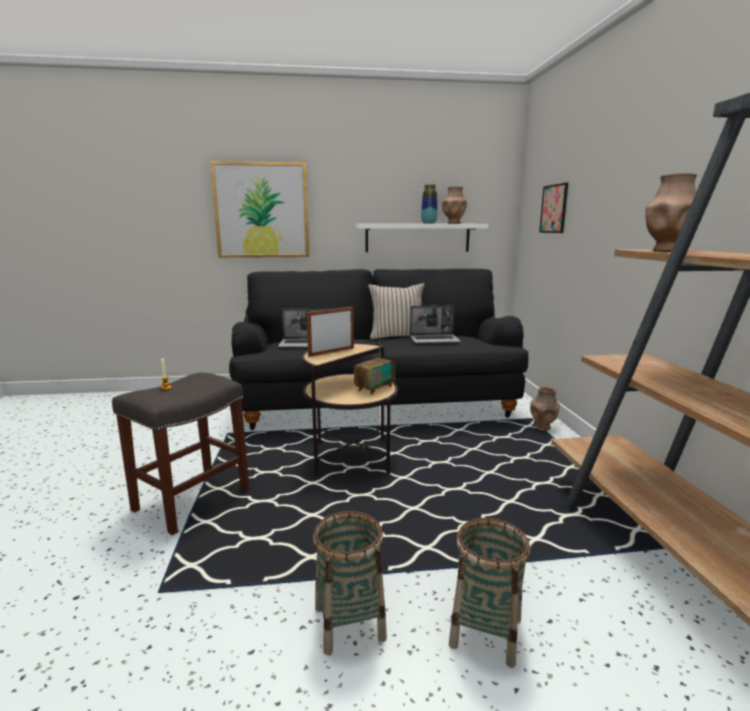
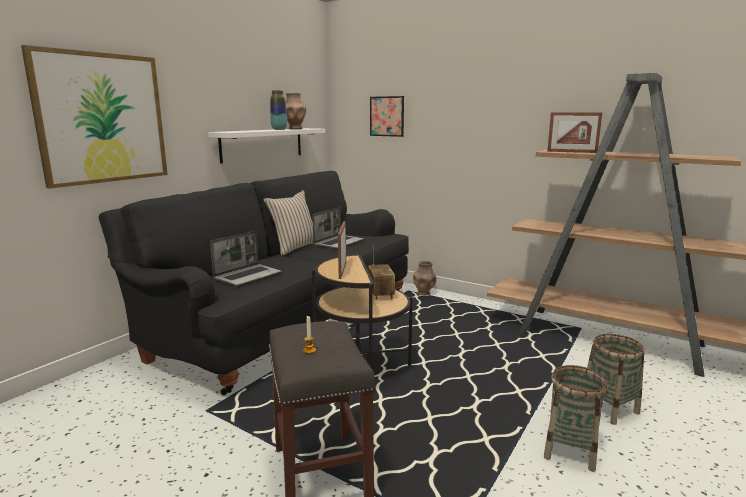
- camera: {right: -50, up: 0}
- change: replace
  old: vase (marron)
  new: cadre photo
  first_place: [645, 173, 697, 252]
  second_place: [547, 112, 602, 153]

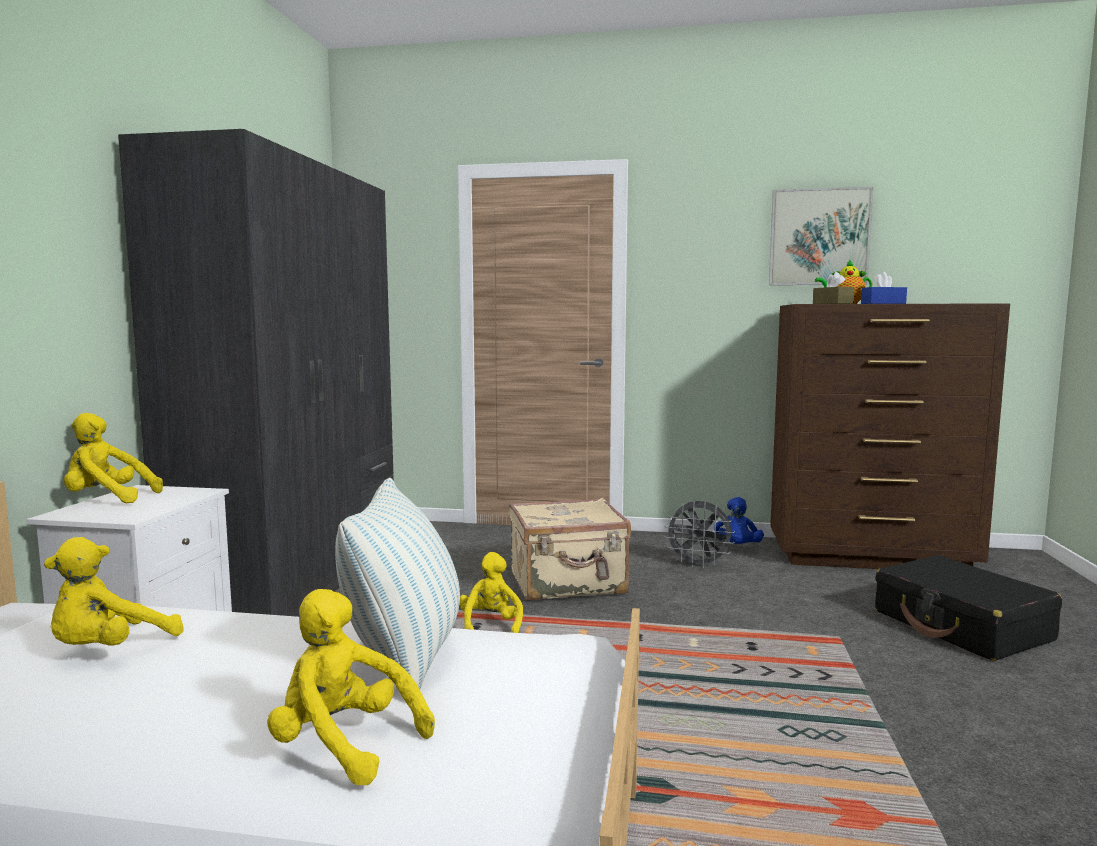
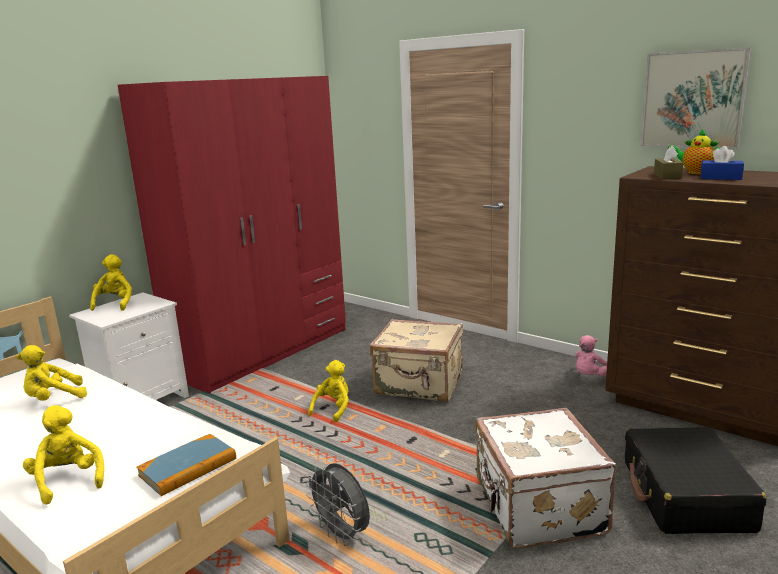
- camera: {right: 30, up: 10}
- change: recolor
  old: armoire (gris)
  new: armoire (rouge)
  first_place: [118, 129, 394, 617]
  second_place: [118, 76, 346, 394]
- change: rotate
  old: peluche (jaune)
  first_place: [64, 413, 163, 503]
  second_place: [90, 254, 132, 311]
  degrees: 60
- change: delete
  old: coussin
  first_place: [335, 478, 460, 689]
- change: recolor
  old: peluche (bleu)
  new: peluche (rose)
  first_place: [714, 497, 764, 544]
  second_place: [575, 335, 607, 376]
- change: move
  old: ventilateur (gris)
  first_place: [664, 500, 735, 568]
  second_place: [305, 463, 370, 546]
- change: insert
  new: valise (blanc)
  second_place: [475, 408, 616, 548]
- change: insert
  new: livre
  second_place: [137, 434, 236, 496]

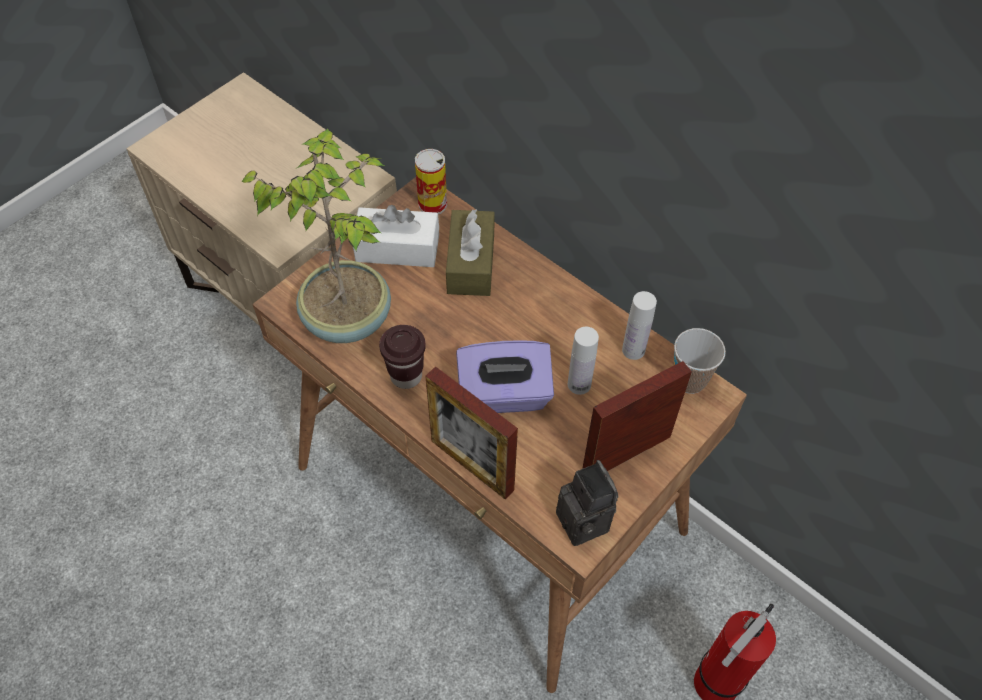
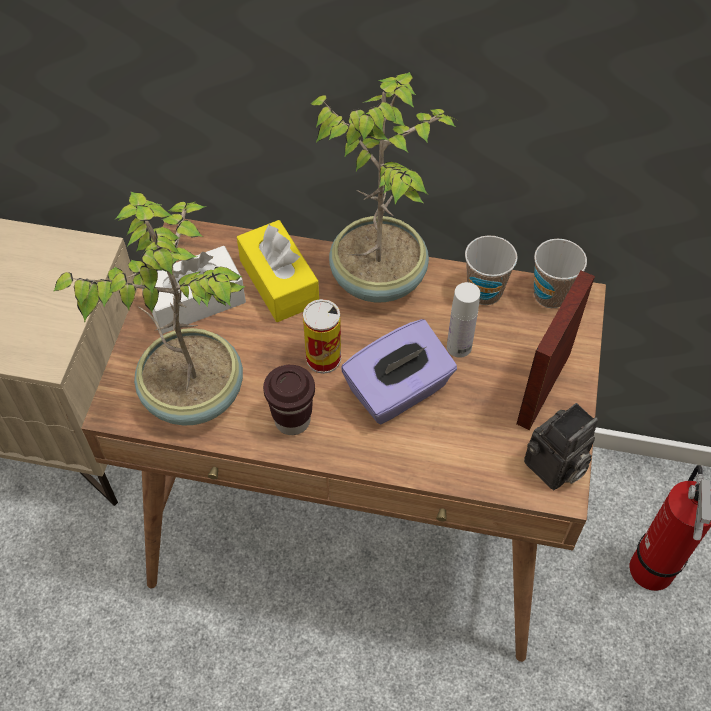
- camera: {right: -30, up: 0}
- change: move
  old: boîte métallique
  first_place: [415, 149, 447, 214]
  second_place: [303, 299, 341, 374]
- change: recolor
  old: boîte à mouchoirs (marron)
  new: boîte à mouchoirs (jaune)
  first_place: [446, 209, 495, 296]
  second_place: [237, 220, 319, 322]
- change: replace
  old: bouteille (blanc)
  new: tasse
  first_place: [622, 291, 657, 360]
  second_place: [465, 235, 517, 305]
- change: delete
  old: cadre photo
  first_place: [425, 366, 518, 500]
- change: rotate
  old: appareil photo
  first_place: [556, 460, 618, 546]
  second_place: [524, 403, 598, 490]
  degrees: 105
- change: insert
  new: plante en pot
  second_place: [311, 72, 456, 303]

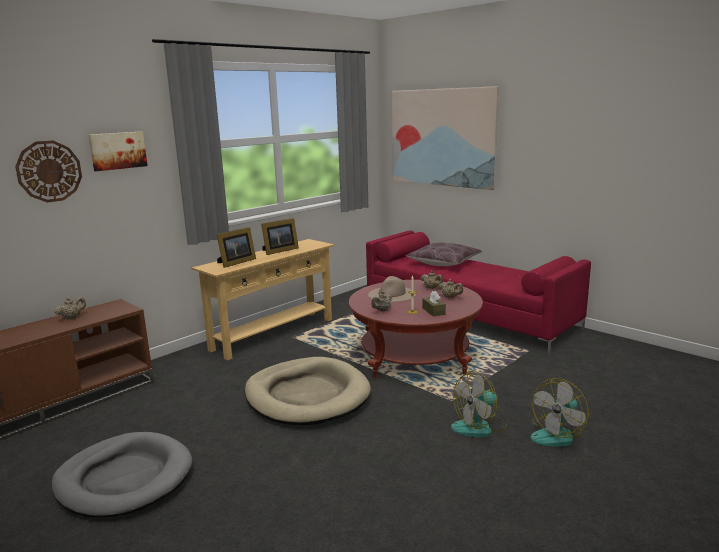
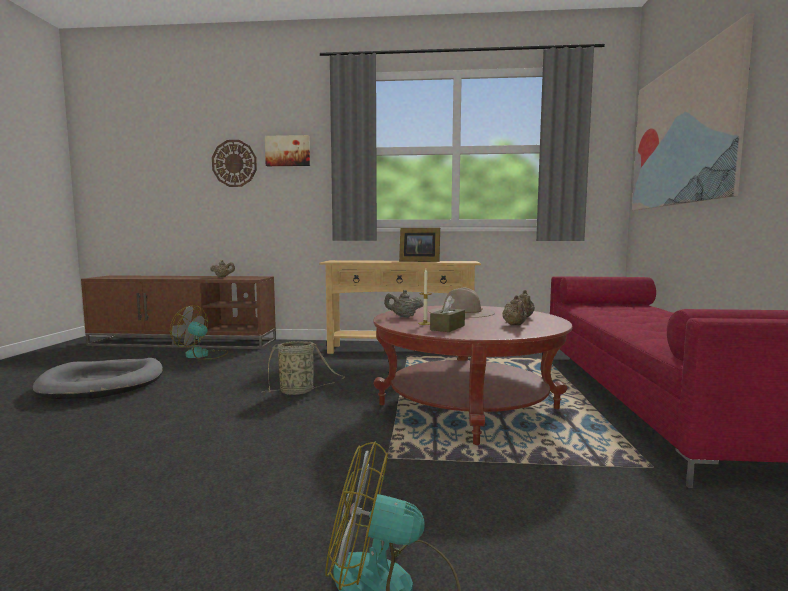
- camera: {right: 50, up: -10}
- change: delete
  old: cadre photo
  first_place: [217, 227, 256, 268]
- change: delete
  old: coussin (marron)
  first_place: [405, 243, 482, 266]
- change: replace
  old: panier pour chien (beige)
  new: panier
  first_place: [245, 357, 371, 425]
  second_place: [262, 341, 345, 395]
- change: move
  old: ventilateur
  first_place: [451, 371, 507, 438]
  second_place: [170, 305, 228, 360]

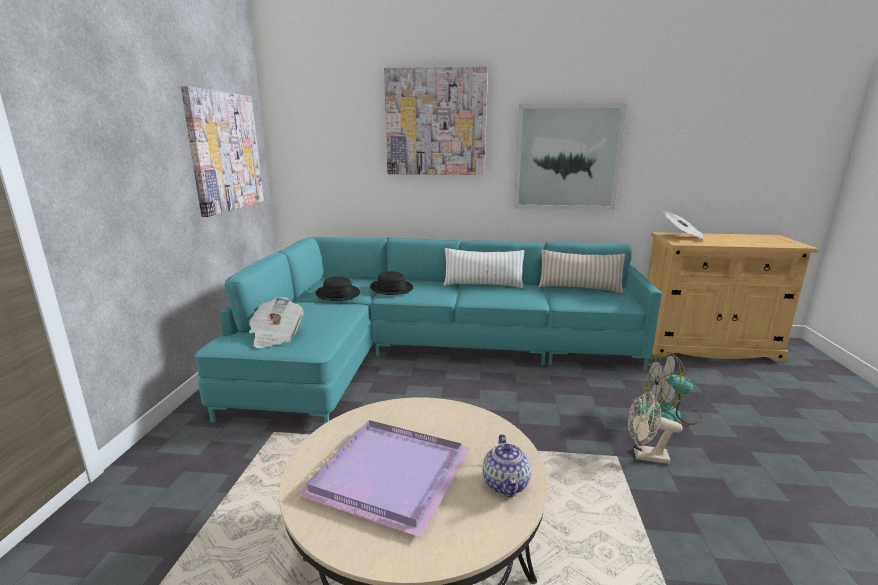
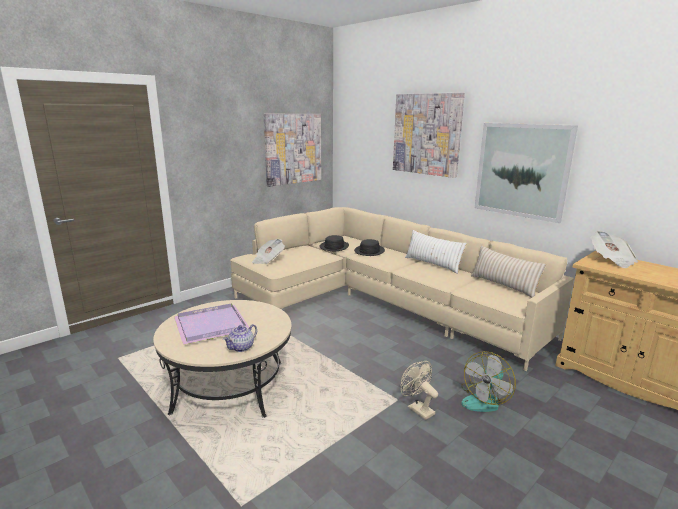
- camera: {right: 40, up: 0}
- change: recolor
  old: canapé (turquoise)
  new: canapé (beige)
  first_place: [195, 237, 662, 423]
  second_place: [230, 207, 574, 371]
- change: rotate
  old: ventilateur
  first_place: [636, 352, 703, 425]
  second_place: [461, 351, 516, 412]
  degrees: -90

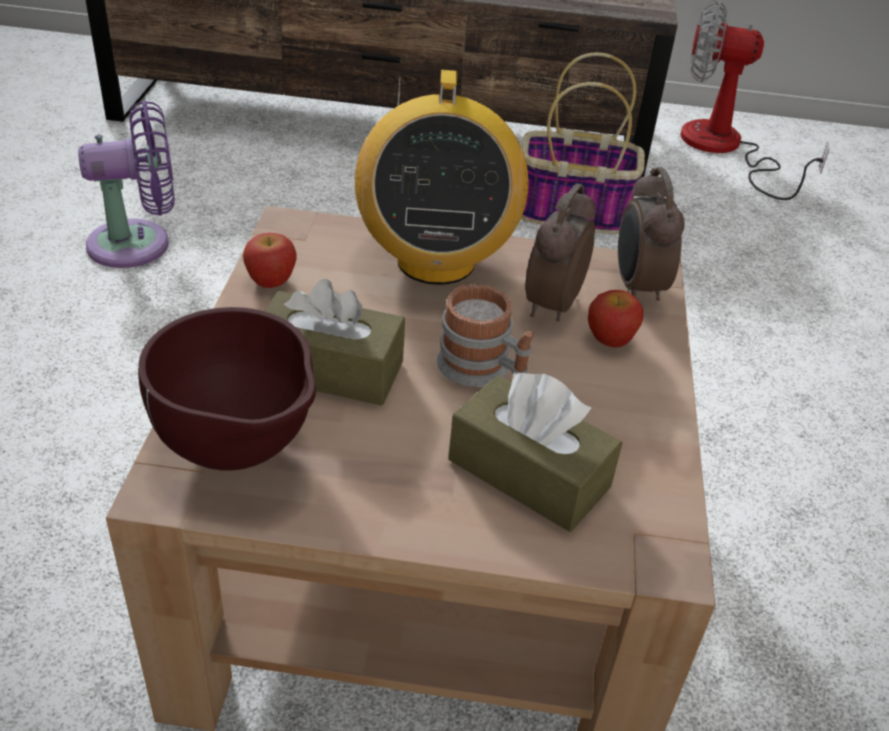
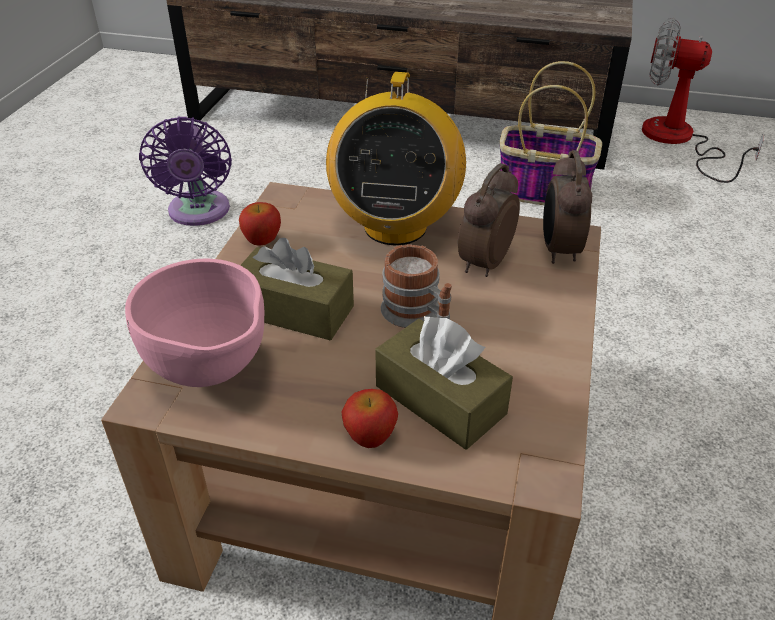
- camera: {right: 10, up: 0}
- change: rotate
  old: ventilateur (violet)
  first_place: [78, 100, 175, 268]
  second_place: [139, 116, 232, 226]
  degrees: 90
- change: move
  old: pomme
  first_place: [588, 290, 643, 348]
  second_place: [341, 389, 398, 448]
- change: recolor
  old: bol (marron)
  new: bol (rose)
  first_place: [138, 307, 316, 471]
  second_place: [125, 258, 264, 387]

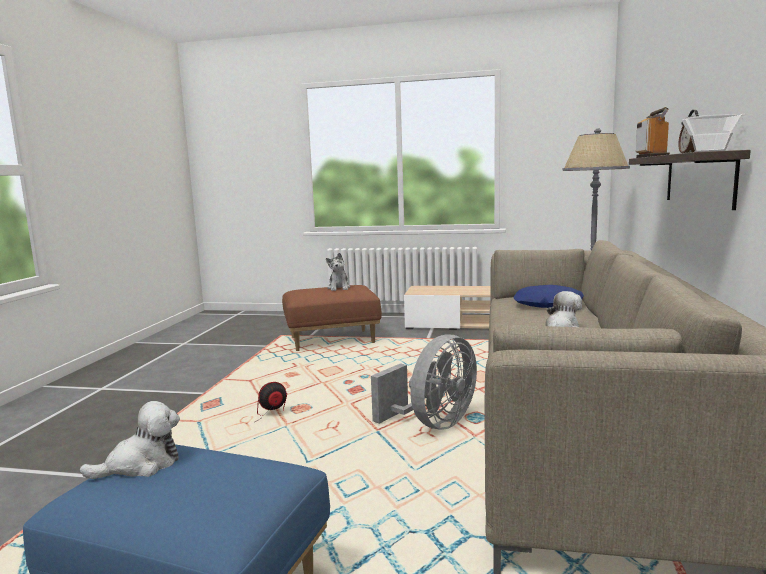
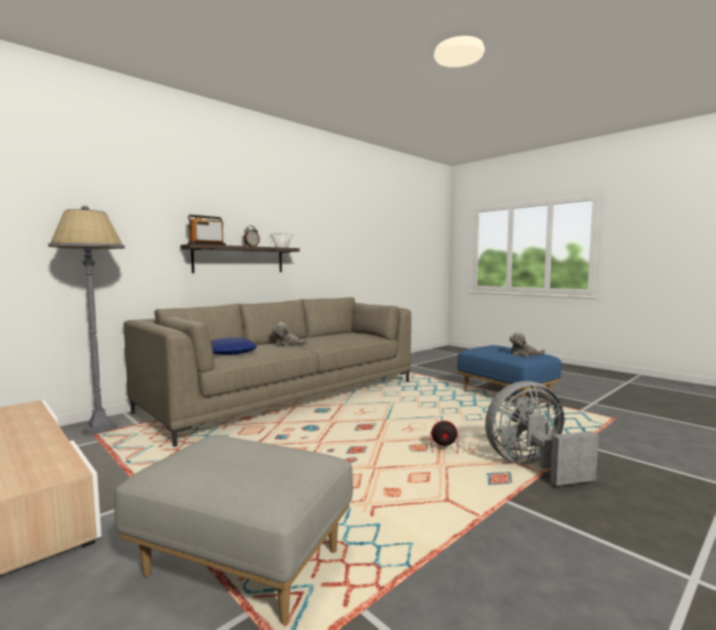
- camera: {right: -145, up: -5}
- change: delete
  old: peluche
  first_place: [326, 253, 350, 291]
- change: recolor
  old: pouf (marron)
  new: pouf (gris)
  first_place: [282, 285, 382, 351]
  second_place: [114, 436, 353, 624]
- change: move
  old: ventilateur (gris)
  first_place: [371, 334, 477, 430]
  second_place: [485, 381, 599, 486]

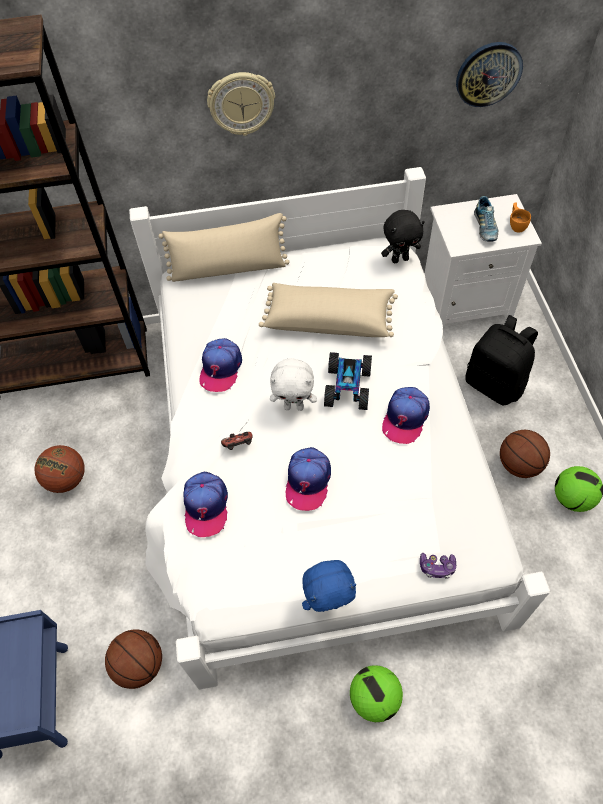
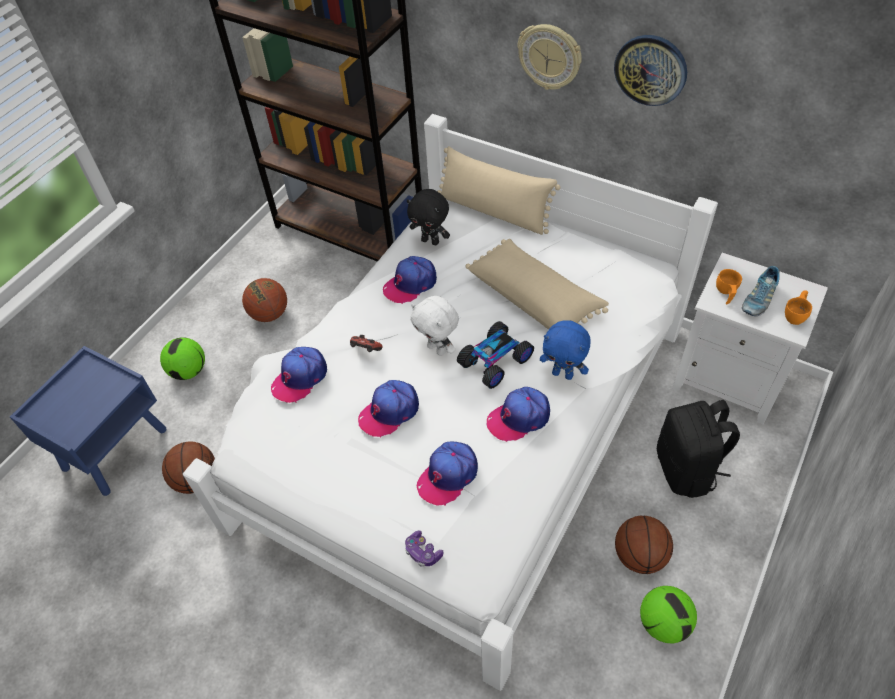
- camera: {right: 40, up: -5}
- change: move
  old: horloge murale
  first_place: [456, 42, 523, 107]
  second_place: [614, 35, 687, 106]
- change: move
  old: peluche (noir)
  first_place: [381, 210, 425, 263]
  second_place: [407, 189, 450, 245]
- change: move
  old: peluche (bleu)
  first_place: [302, 560, 356, 612]
  second_place: [540, 320, 591, 380]
- change: move
  old: ballon de foot
  first_place: [350, 665, 403, 722]
  second_place: [160, 338, 205, 380]
- change: insert
  new: tasse (orange)
  second_place: [716, 269, 742, 304]
- change: insert
  new: casquette
  second_place: [417, 442, 478, 506]

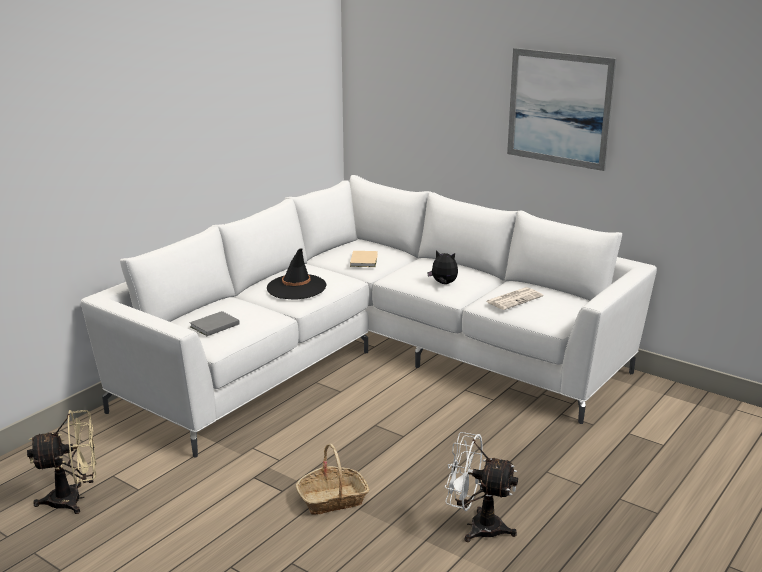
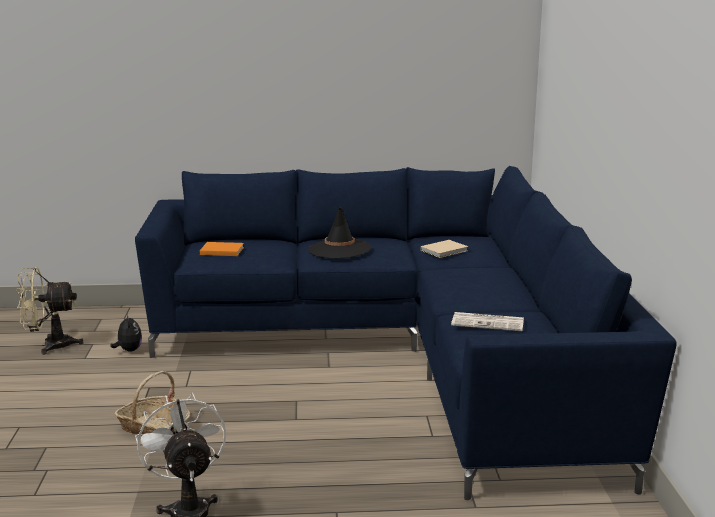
- camera: {right: 50, up: -5}
- change: delete
  old: tableau
  first_place: [507, 48, 617, 171]
- change: recolor
  old: canapé (blanc)
  new: canapé (bleu)
  first_place: [81, 175, 657, 457]
  second_place: [135, 166, 677, 500]
- change: move
  old: peluche
  first_place: [427, 250, 458, 284]
  second_place: [110, 314, 142, 352]
- change: recolor
  old: livre (gris)
  new: livre (orange)
  first_place: [190, 311, 240, 336]
  second_place: [200, 242, 244, 256]
- change: rotate
  old: ventilateur (beige)
  first_place: [27, 410, 96, 514]
  second_place: [16, 267, 84, 355]
  degrees: 135

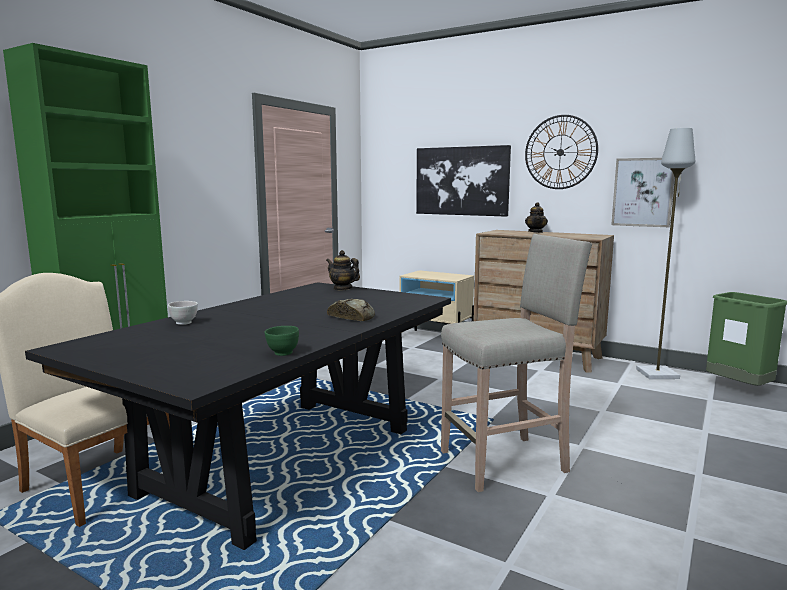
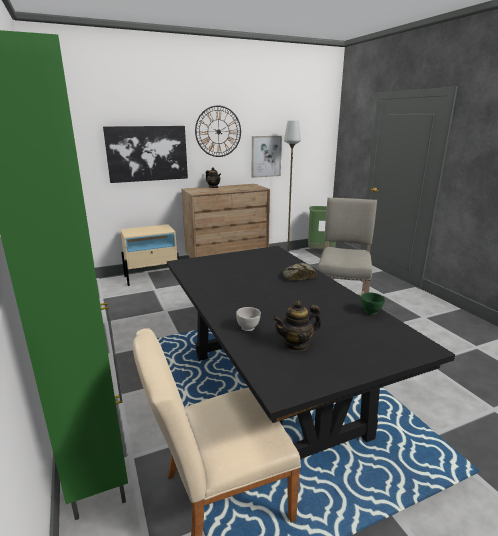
- camera: {right: -55, up: 10}
- change: move
  old: théière
  first_place: [326, 250, 360, 290]
  second_place: [273, 300, 321, 351]

